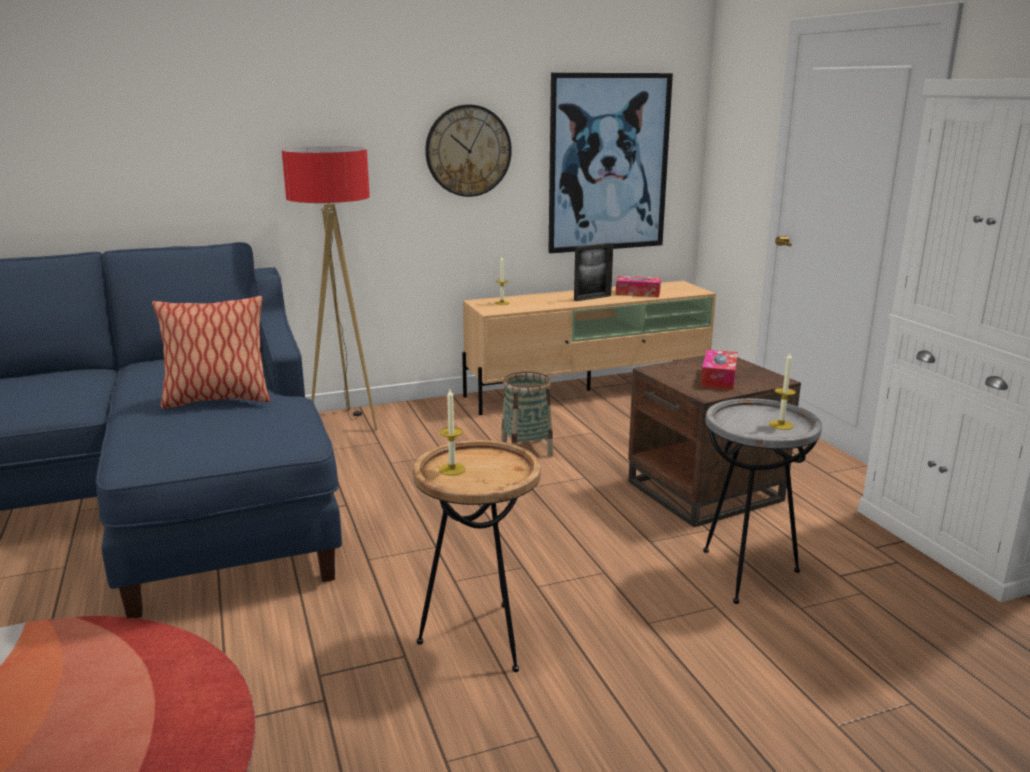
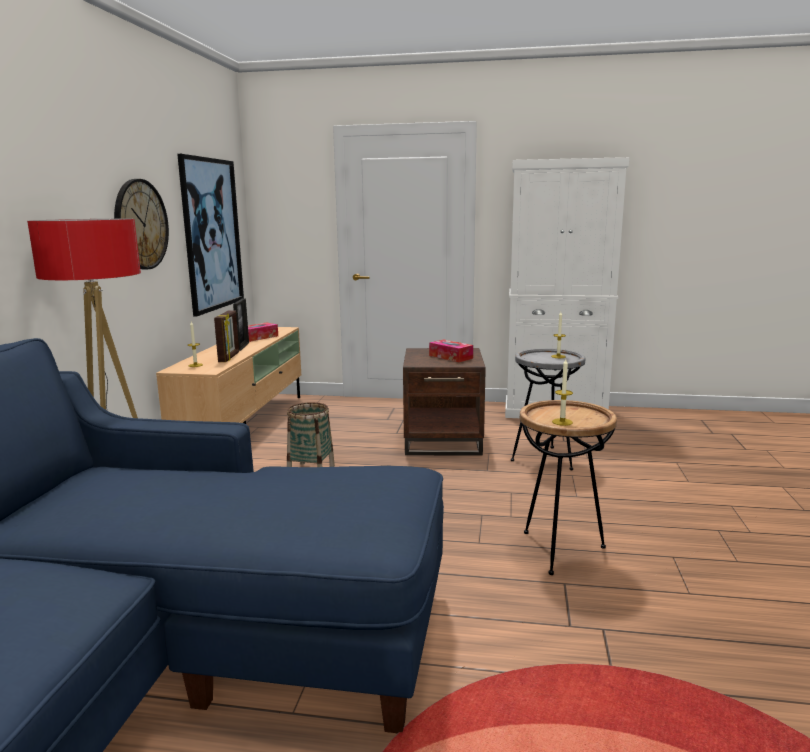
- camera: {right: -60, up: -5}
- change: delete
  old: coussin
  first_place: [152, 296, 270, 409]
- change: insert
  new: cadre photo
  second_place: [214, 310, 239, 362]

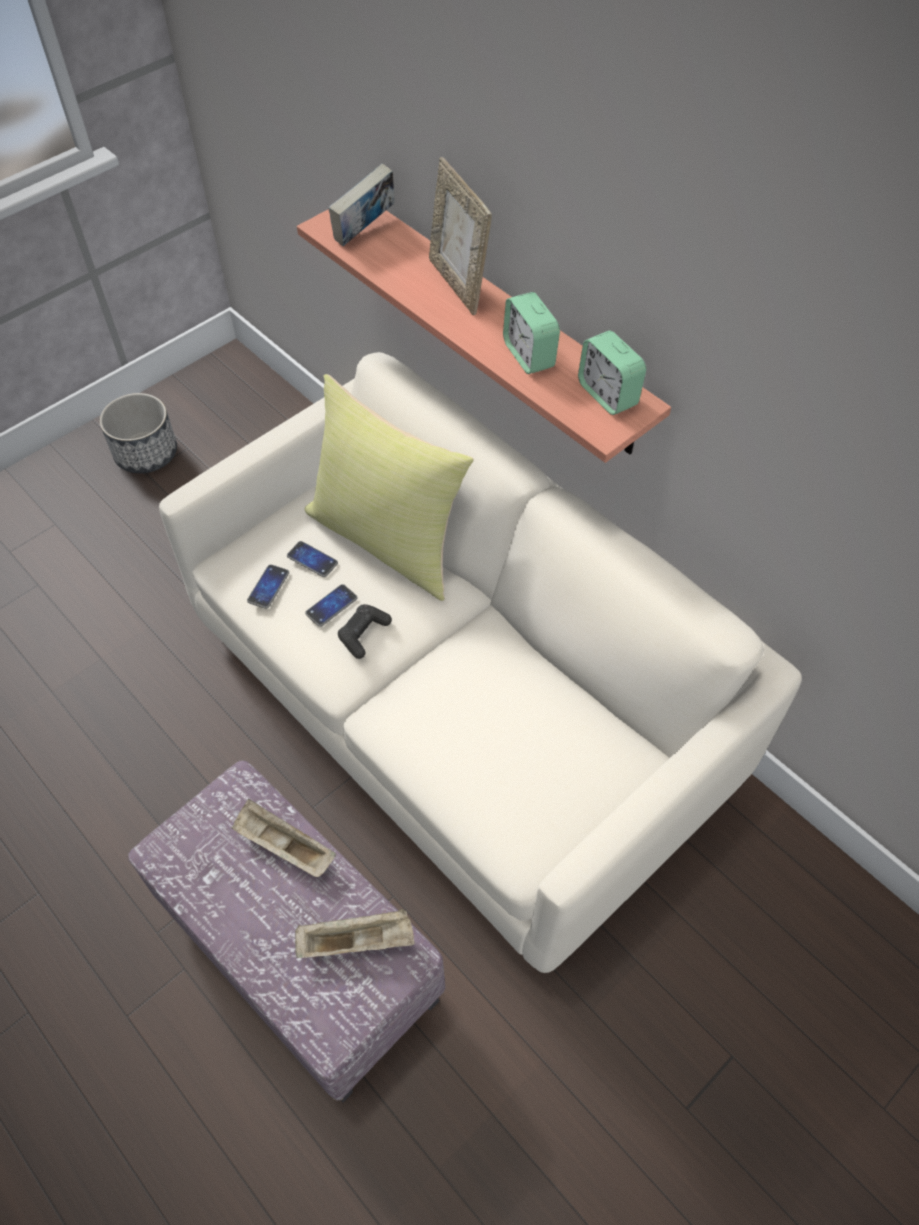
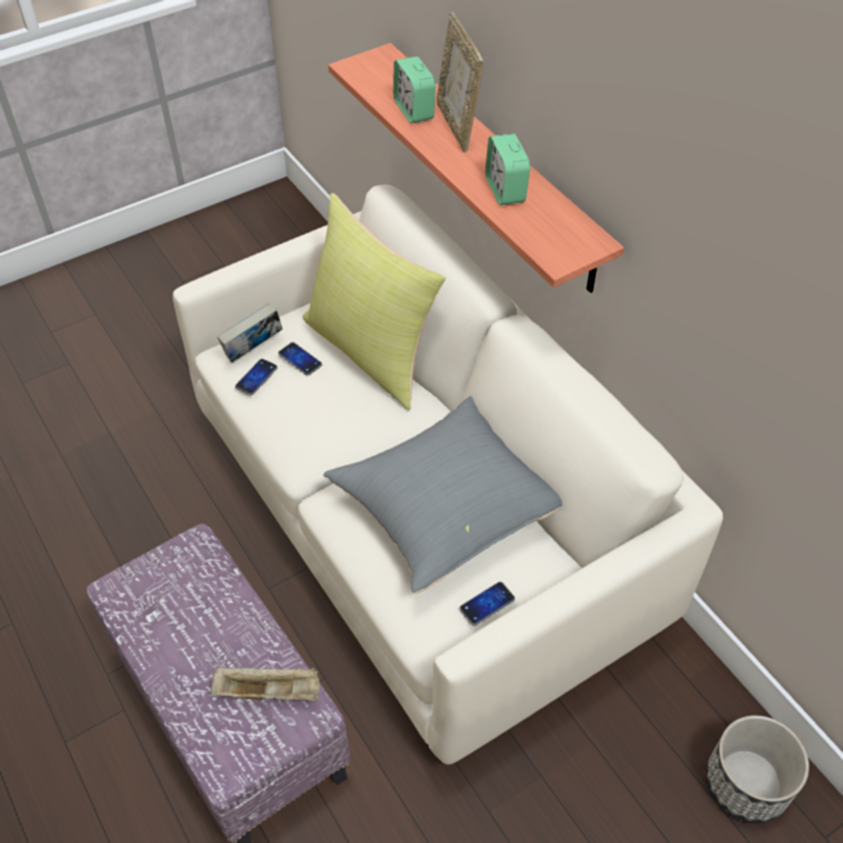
- camera: {right: 10, up: -5}
- change: move
  old: livre
  first_place: [328, 163, 395, 246]
  second_place: [217, 302, 282, 363]
- change: move
  old: réveil
  first_place: [578, 331, 646, 415]
  second_place: [393, 56, 436, 123]
- change: move
  old: cache-pot
  first_place: [100, 393, 177, 474]
  second_place: [706, 715, 809, 823]
- change: move
  old: téléphone
  first_place: [305, 584, 358, 627]
  second_place: [459, 582, 515, 626]
- change: delete
  old: manette (noir)
  first_place: [338, 604, 392, 659]
- change: delete
  old: plateau (beige)
  first_place: [232, 799, 336, 877]
- change: insert
  new: coussin (gris)
  second_place: [323, 396, 562, 594]

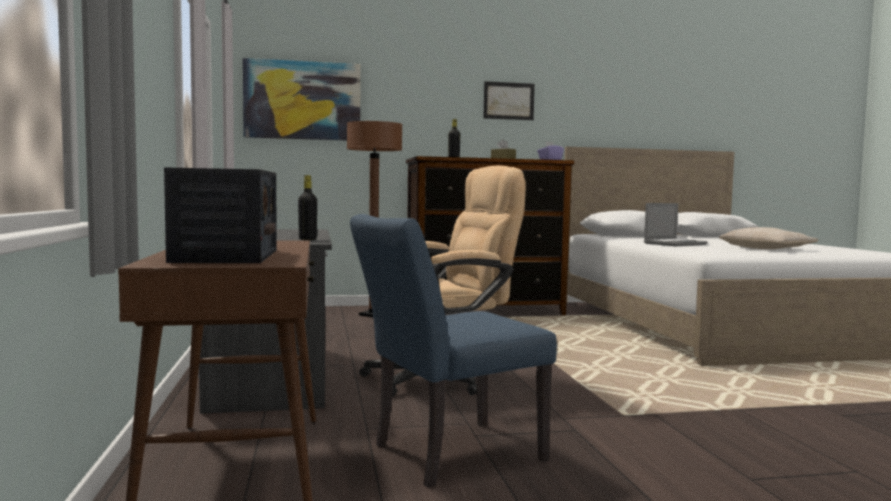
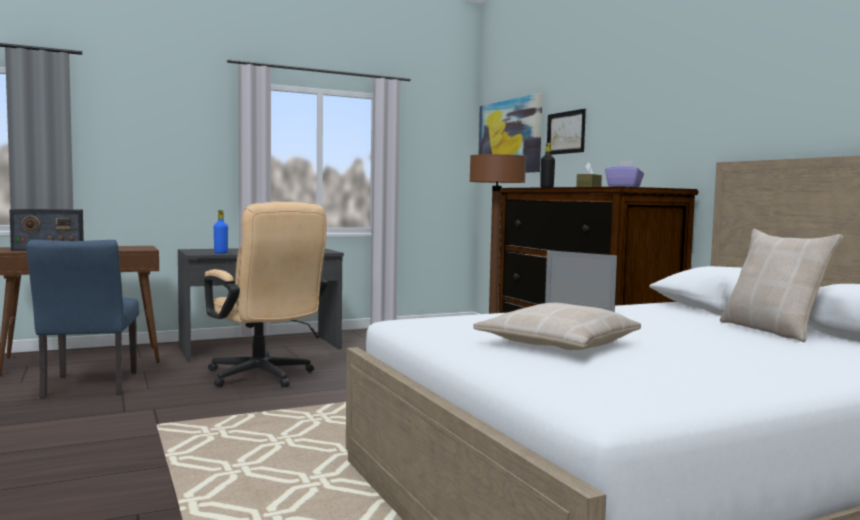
- camera: {right: 75, up: 0}
- change: move
  old: tableau
  first_place: [483, 81, 535, 120]
  second_place: [547, 109, 586, 155]
- change: recolor
  old: bouteille (noir)
  new: bouteille (bleu)
  first_place: [298, 175, 317, 240]
  second_place: [214, 210, 228, 254]
- change: rotate
  old: chaise (bleu)
  first_place: [350, 214, 557, 488]
  second_place: [26, 240, 139, 398]
  degrees: -150
- change: insert
  new: coussin (beige)
  second_place: [720, 229, 843, 342]

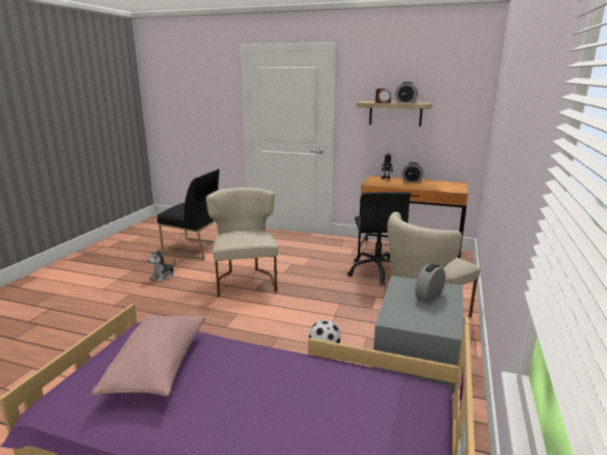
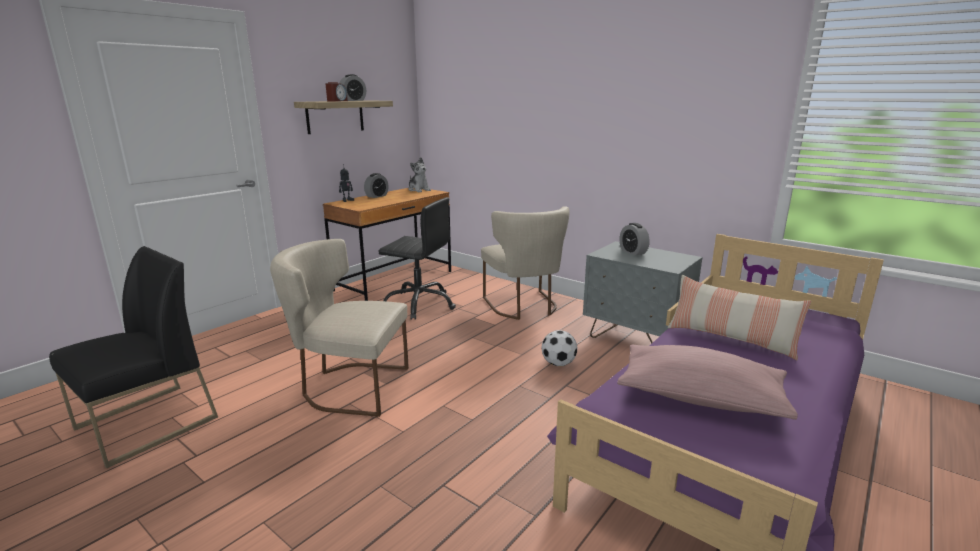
- camera: {right: -70, up: 0}
- change: move
  old: peluche
  first_place: [148, 249, 175, 282]
  second_place: [408, 157, 431, 192]
- change: insert
  new: coussin
  second_place: [668, 275, 811, 360]

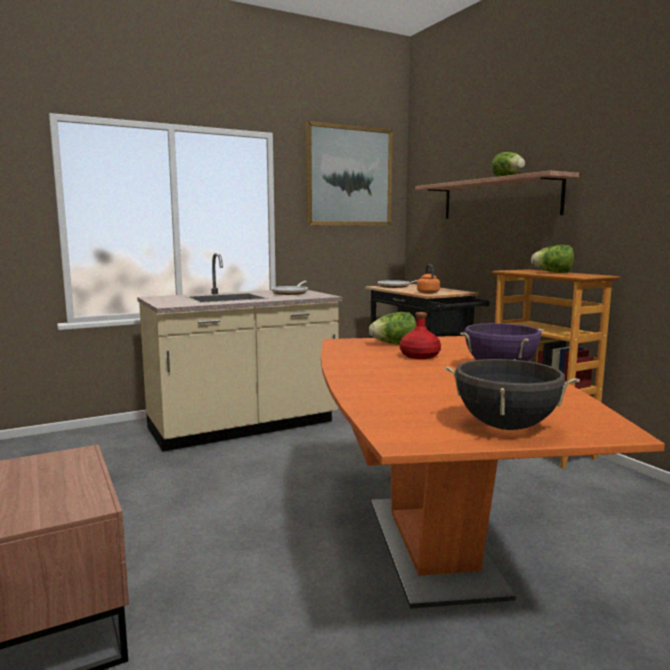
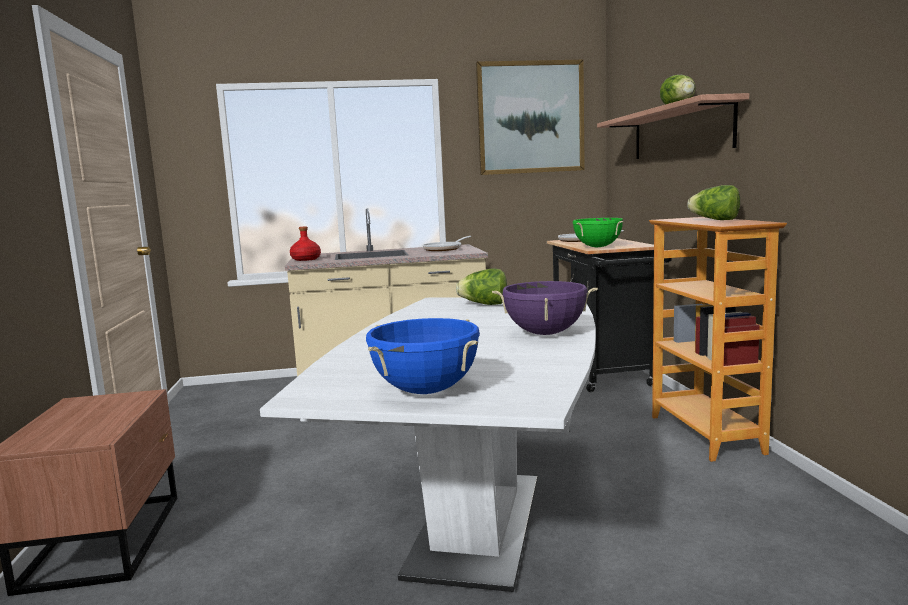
- camera: {right: 20, up: 0}
- change: replace
  old: bouilloire (orange)
  new: marmite (vert)
  first_place: [417, 265, 440, 294]
  second_place: [573, 218, 623, 247]
- change: move
  old: bouteille (rouge)
  first_place: [400, 312, 441, 359]
  second_place: [290, 226, 321, 261]
- change: recolor
  old: table à manger (orange)
  new: table à manger (blanc)
  first_place: [321, 336, 665, 608]
  second_place: [260, 297, 596, 592]
- change: recolor
  old: marmite (noir)
  new: marmite (bleu)
  first_place: [444, 359, 580, 430]
  second_place: [366, 318, 480, 394]

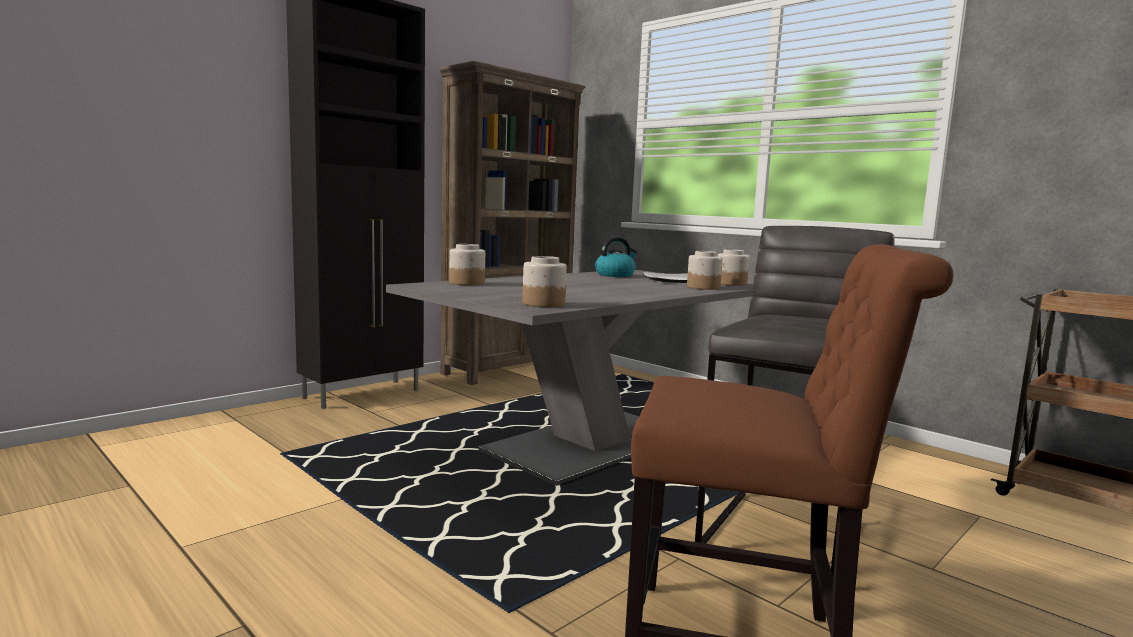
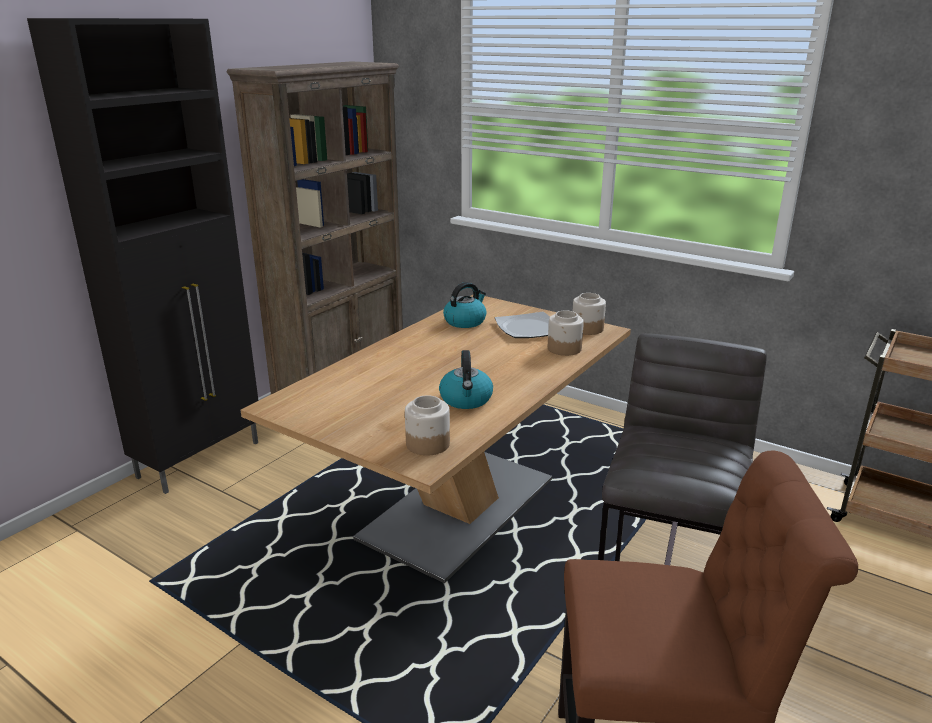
- camera: {right: -10, up: 15}
- change: delete
  old: bocal
  first_place: [449, 244, 485, 285]
- change: recolor
  old: table à manger (gris)
  new: table à manger (marron)
  first_place: [386, 270, 753, 486]
  second_place: [241, 295, 631, 583]
- change: insert
  new: bouilloire
  second_place: [439, 350, 493, 409]

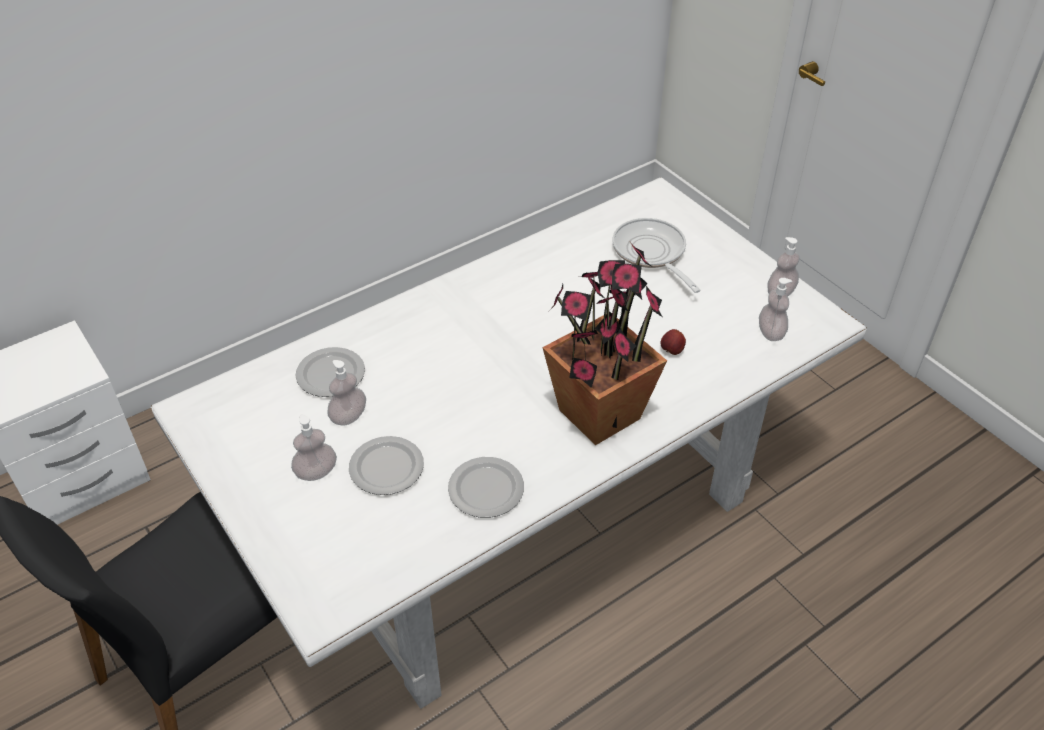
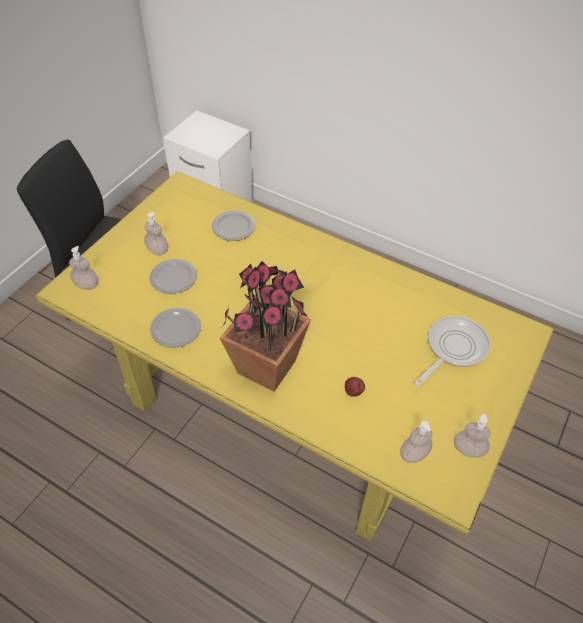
- camera: {right: 65, up: 5}
- change: recolor
  old: table à manger (blanc)
  new: table à manger (jaune)
  first_place: [151, 177, 867, 709]
  second_place: [36, 171, 554, 542]
- change: move
  old: distributeur de savon
  first_place: [327, 360, 366, 426]
  second_place: [69, 246, 99, 290]

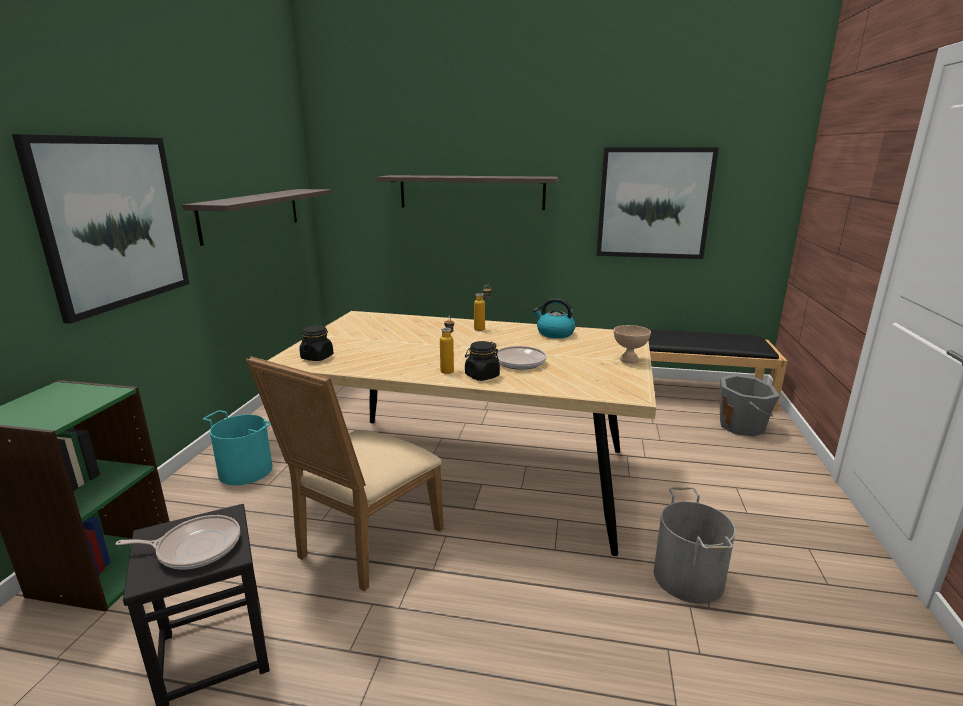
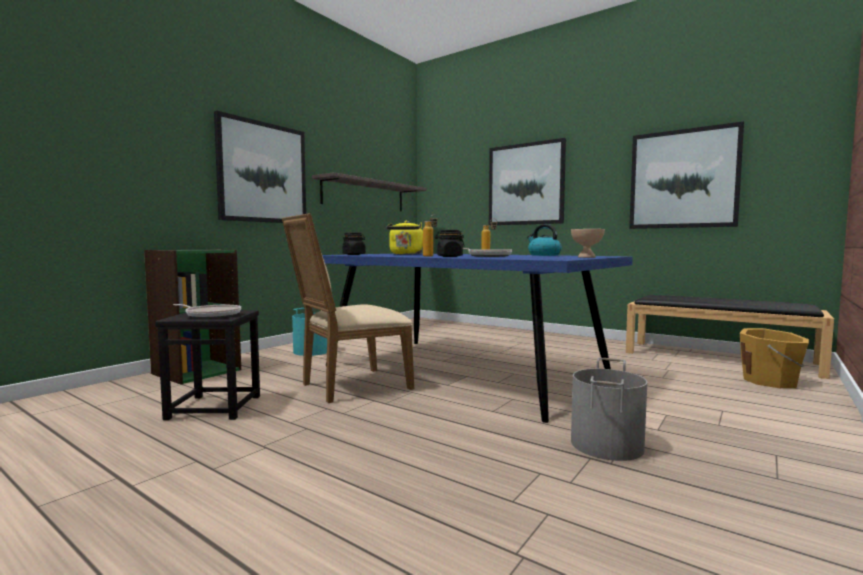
- camera: {right: 25, up: -15}
- change: replace
  old: étagère
  new: tableau
  first_place: [377, 175, 559, 210]
  second_place: [489, 138, 566, 225]
- change: recolor
  old: table à manger (beige)
  new: table à manger (bleu)
  first_place: [267, 311, 656, 556]
  second_place: [322, 253, 633, 423]
- change: recolor
  old: seau (gris)
  new: seau (orange)
  first_place: [720, 374, 779, 436]
  second_place: [740, 328, 809, 388]
- change: insert
  new: bouilloire (jaune)
  second_place: [386, 221, 423, 254]

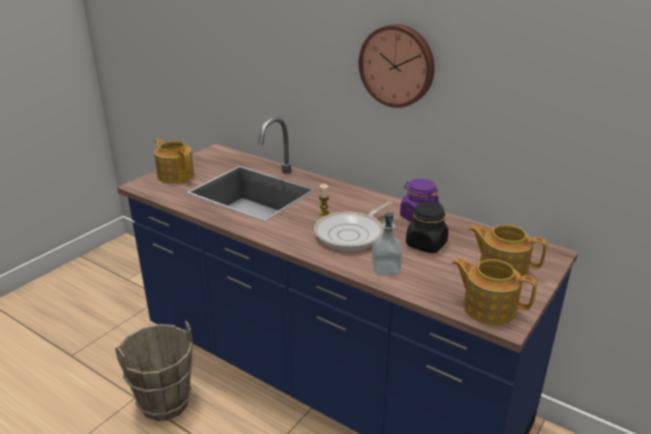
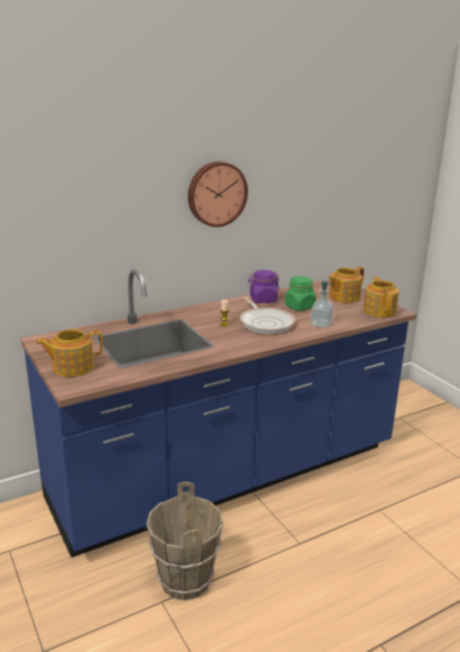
- camera: {right: -65, up: -5}
- change: recolor
  old: bocal (noir)
  new: bocal (vert)
  first_place: [406, 202, 449, 253]
  second_place: [285, 276, 316, 311]
- change: rotate
  old: théière
  first_place: [452, 258, 537, 325]
  second_place: [363, 276, 399, 318]
  degrees: 120

